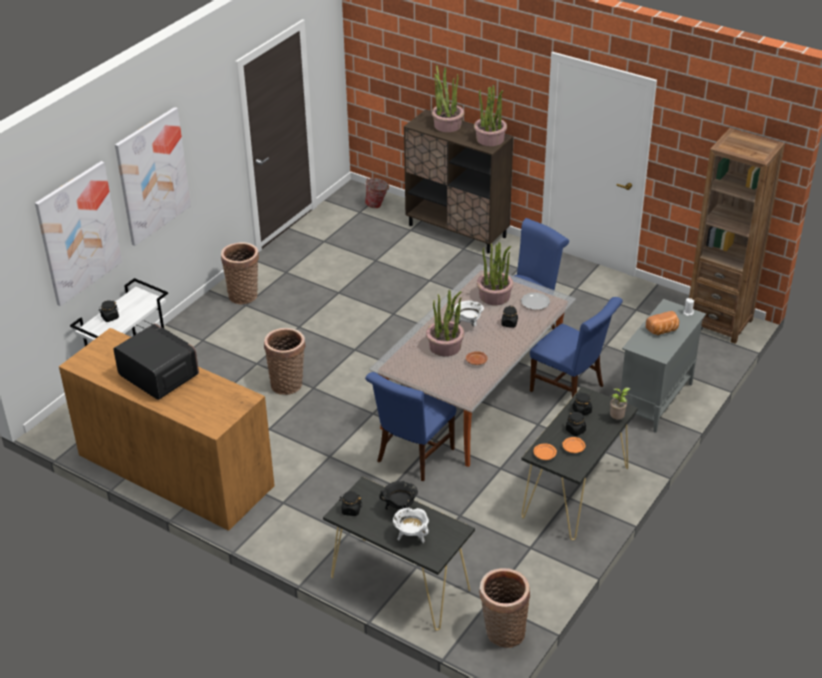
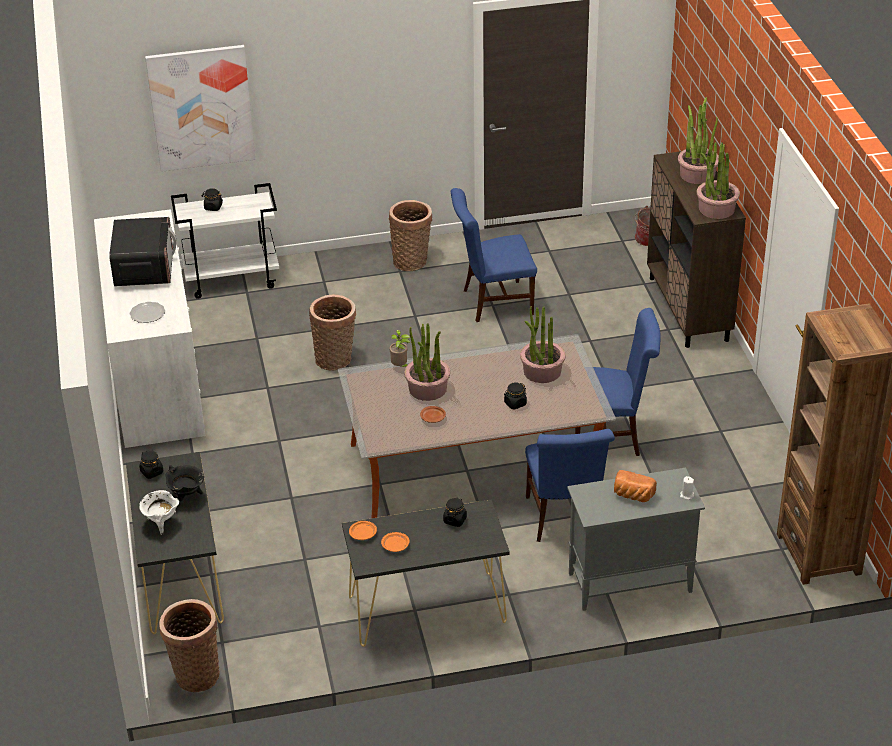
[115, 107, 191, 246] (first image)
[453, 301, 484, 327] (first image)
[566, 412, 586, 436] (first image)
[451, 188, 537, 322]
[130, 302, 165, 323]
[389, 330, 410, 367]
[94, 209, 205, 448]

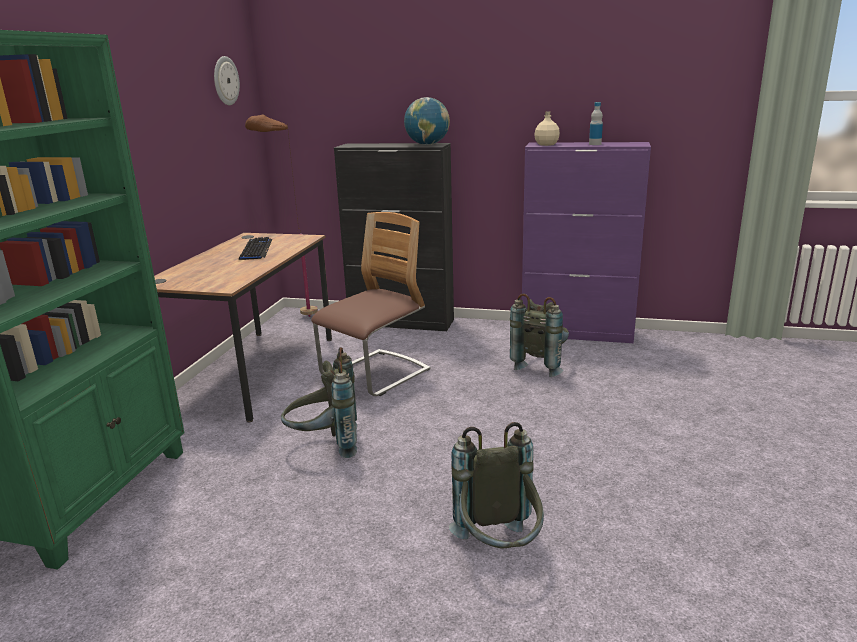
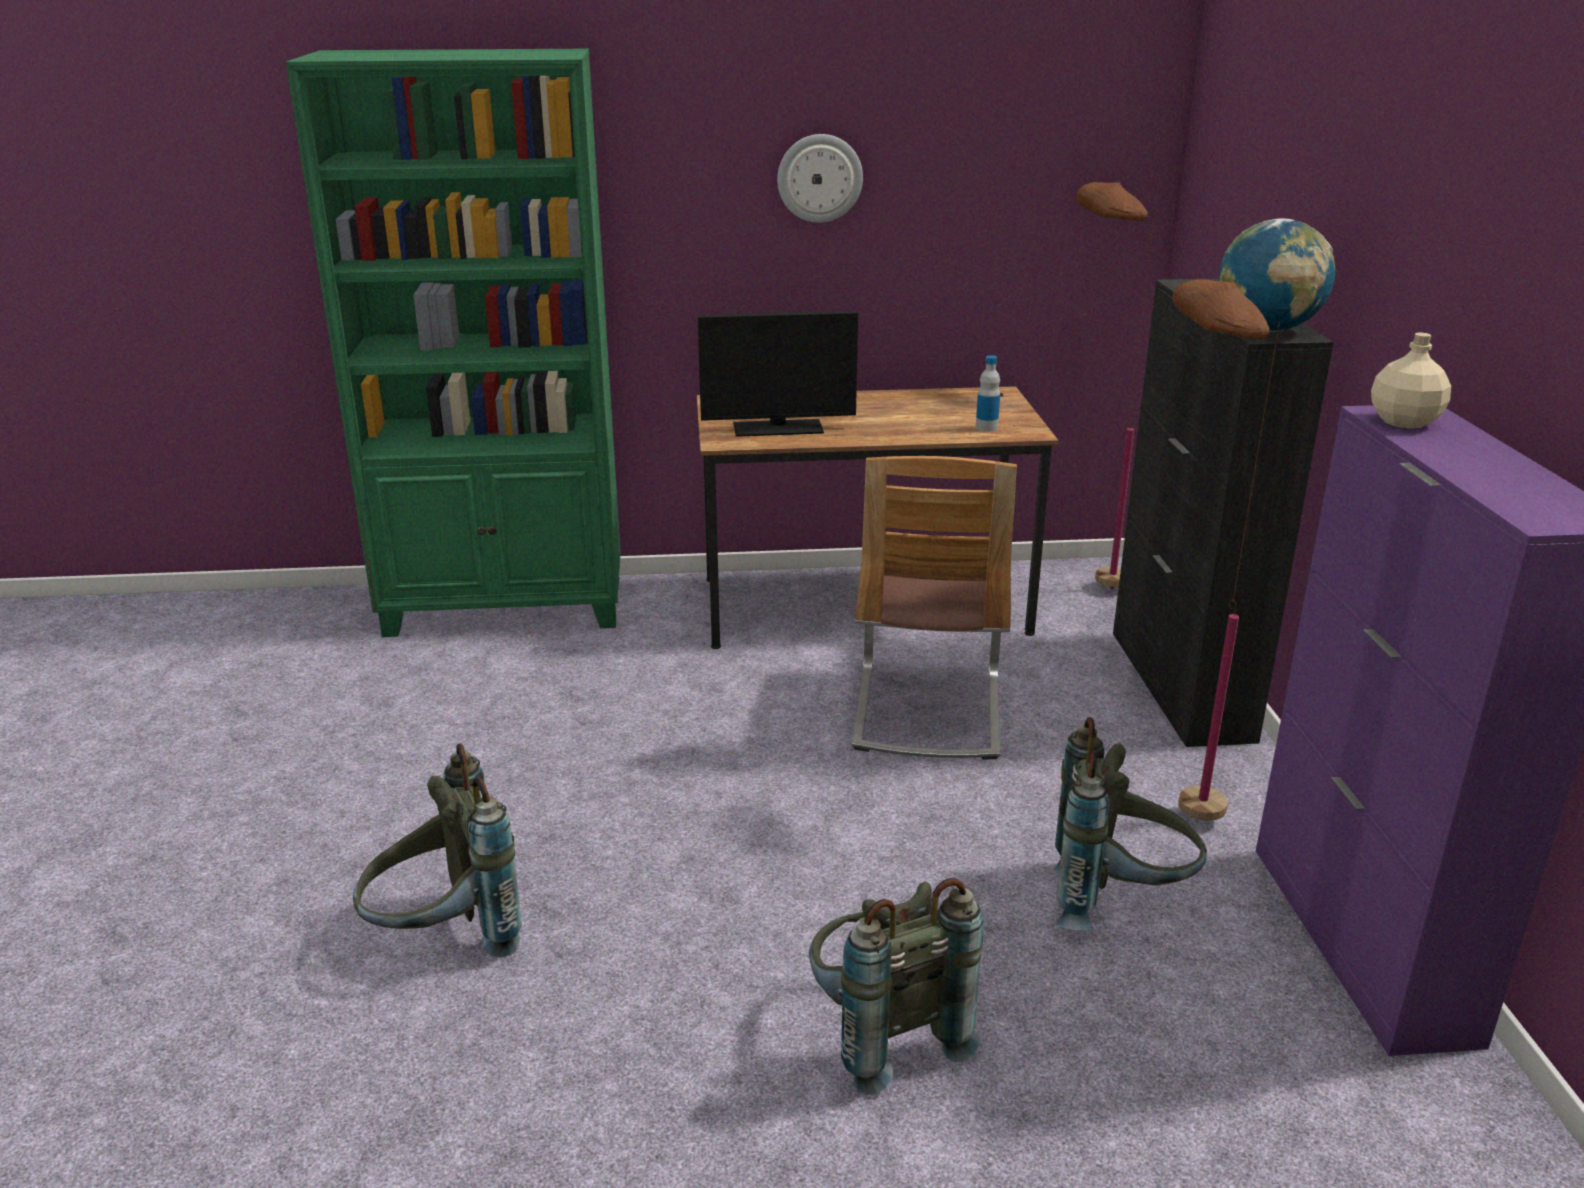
[239, 237, 272, 260] (first image)
[698, 312, 858, 437]
[1173, 280, 1280, 820]
[777, 134, 863, 223]
[809, 878, 983, 1095]
[976, 355, 1000, 432]
[852, 456, 1017, 760]

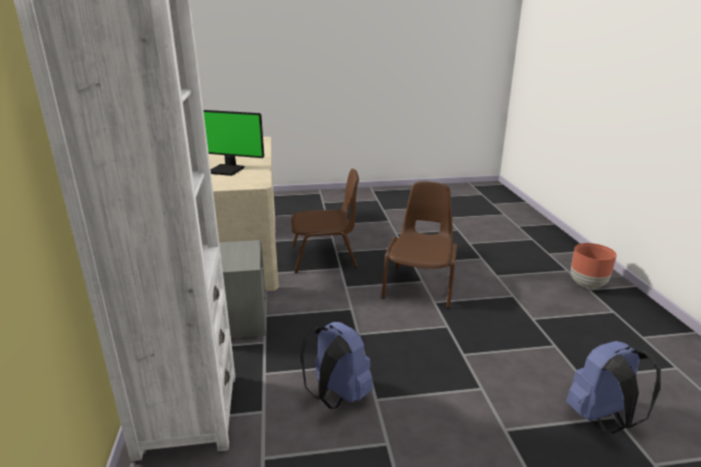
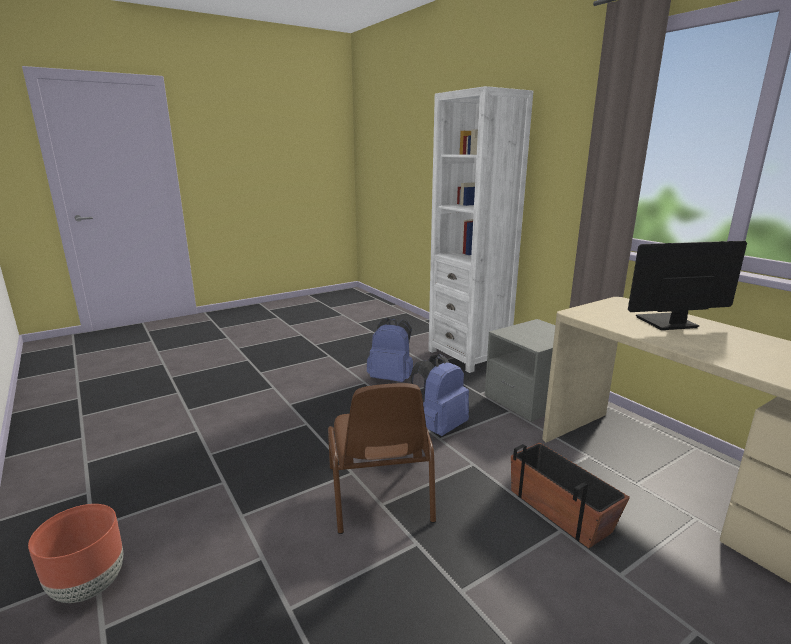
[410, 354, 469, 436]
[511, 443, 630, 548]

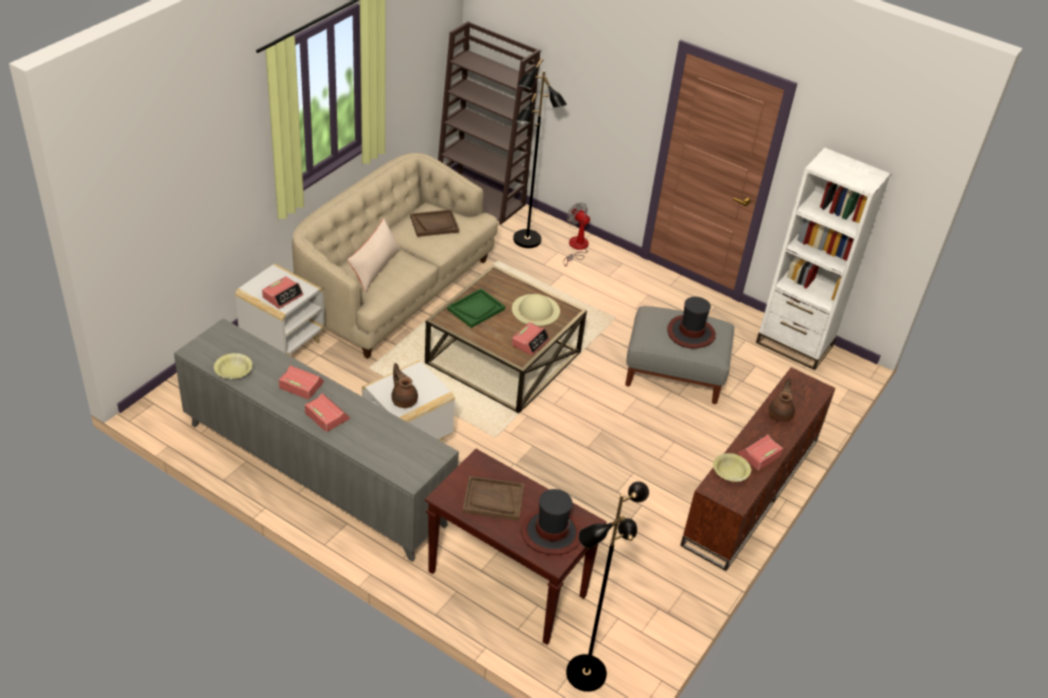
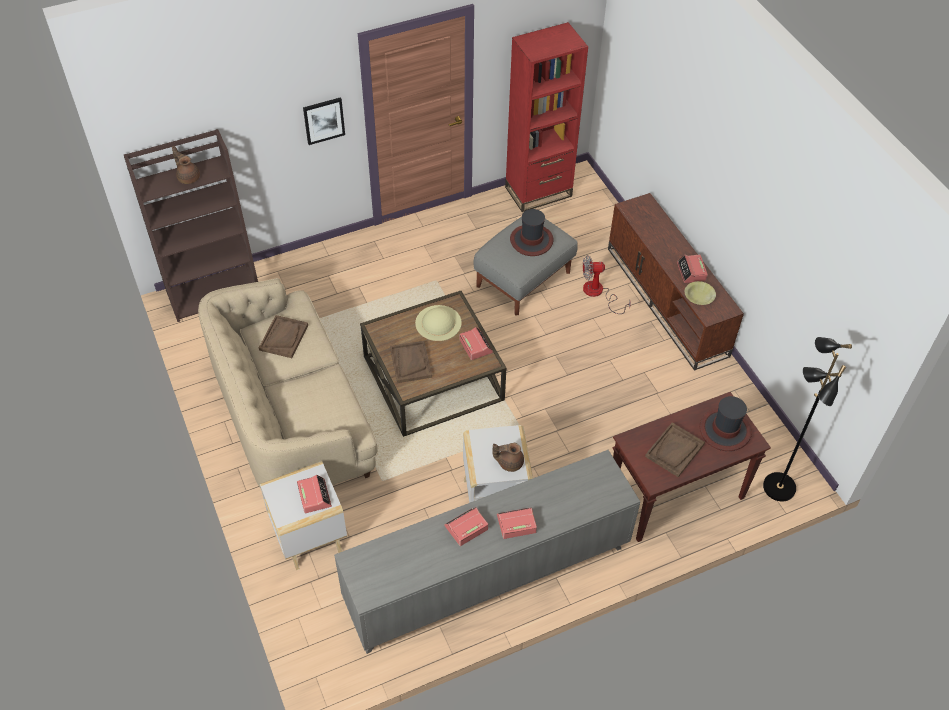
[214, 353, 253, 379] (first image)
[347, 218, 400, 292] (first image)
[513, 58, 567, 248] (first image)
[303, 97, 345, 145]
[583, 255, 631, 314]
[172, 146, 200, 184]
[390, 341, 432, 383]
[505, 22, 588, 212]

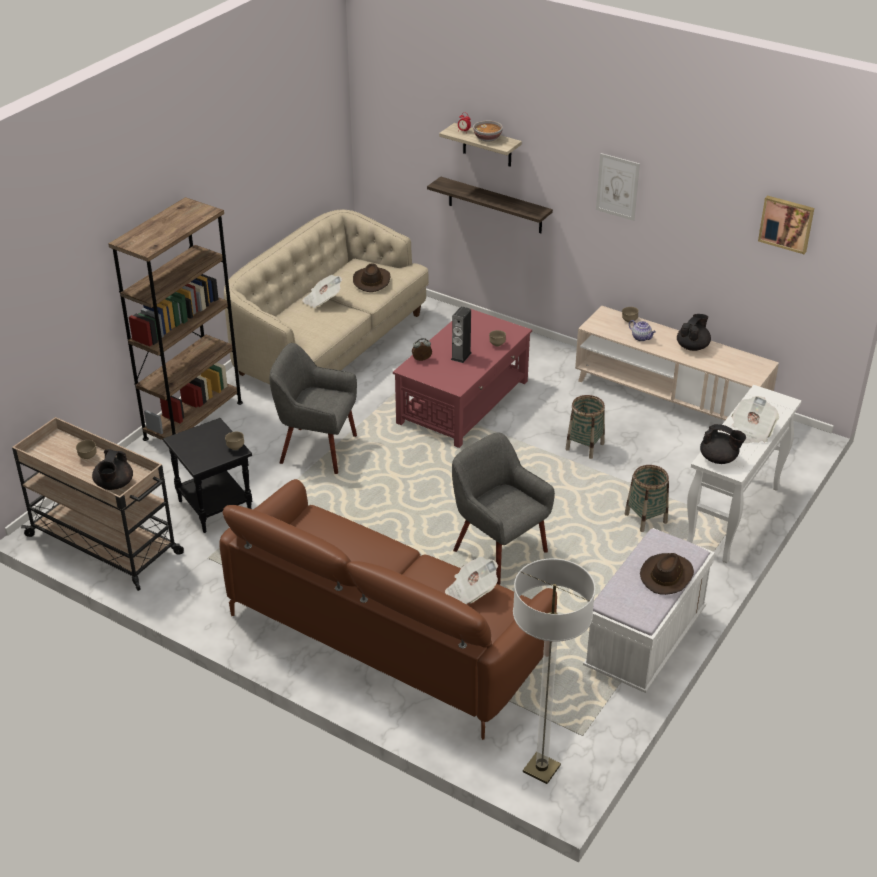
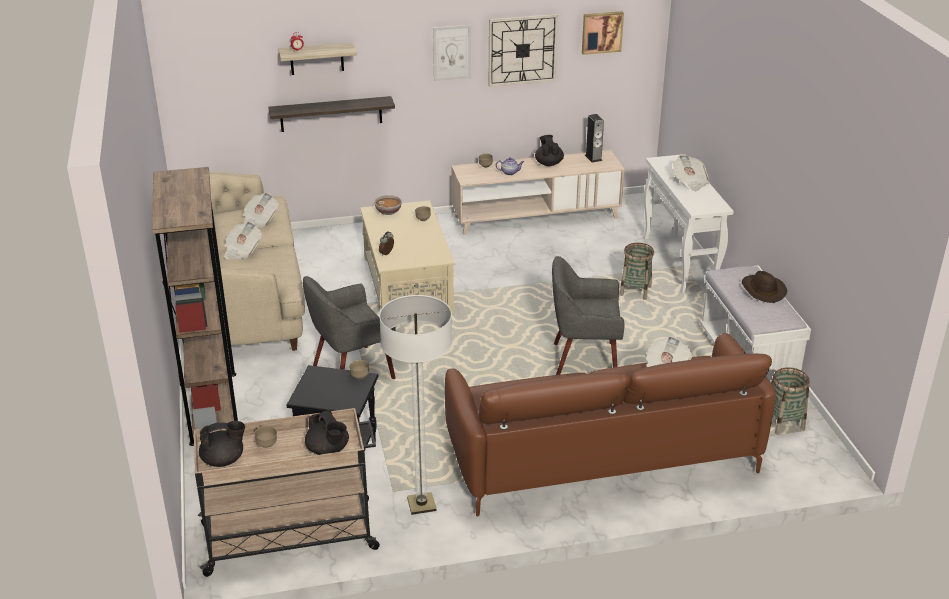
[489, 14, 558, 87]
[585, 114, 604, 162]
[374, 195, 402, 215]
[379, 295, 452, 515]
[771, 367, 810, 435]
[199, 421, 245, 467]
[242, 193, 279, 228]
[360, 200, 455, 315]

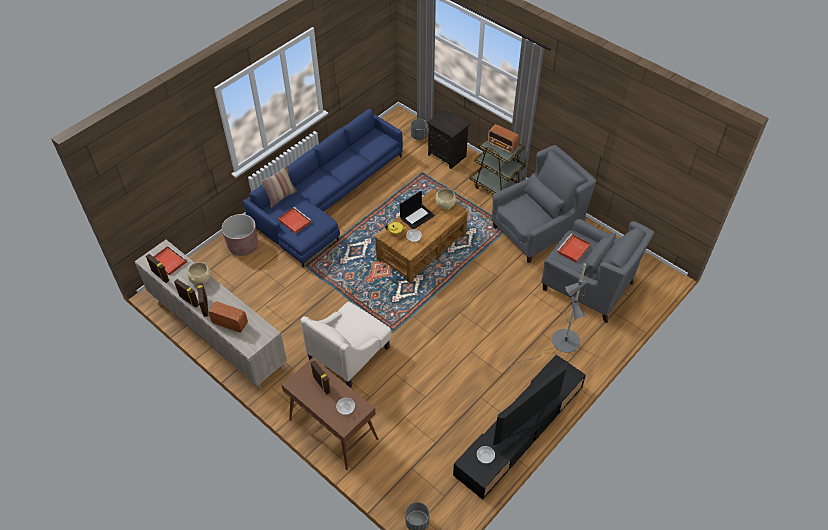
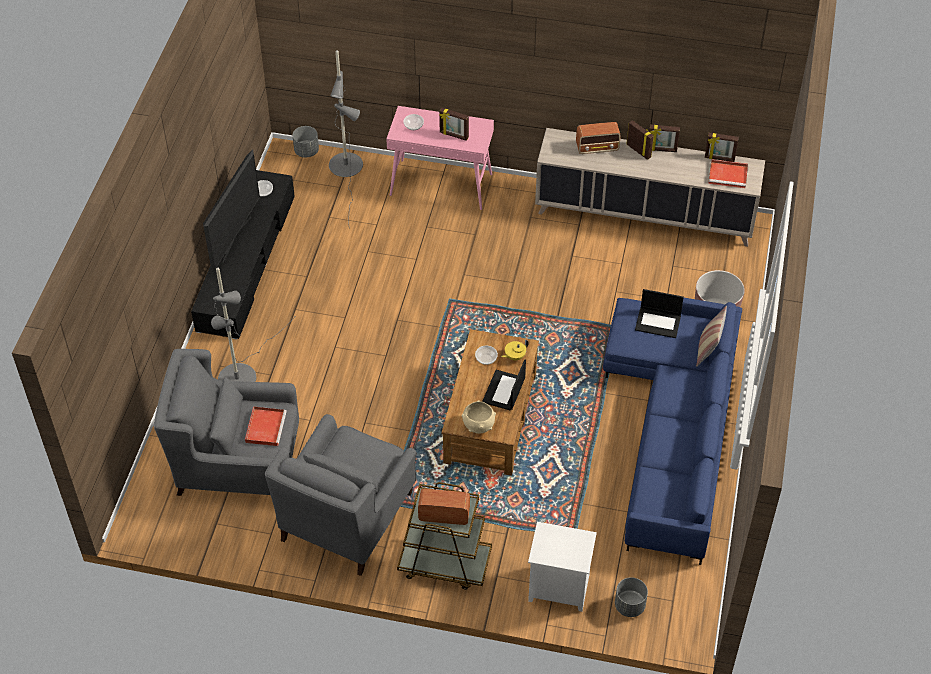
[187, 263, 211, 285] (first image)
[300, 302, 391, 388] (first image)
[329, 50, 363, 228]
[635, 289, 684, 338]
[386, 106, 494, 210]
[528, 522, 597, 612]

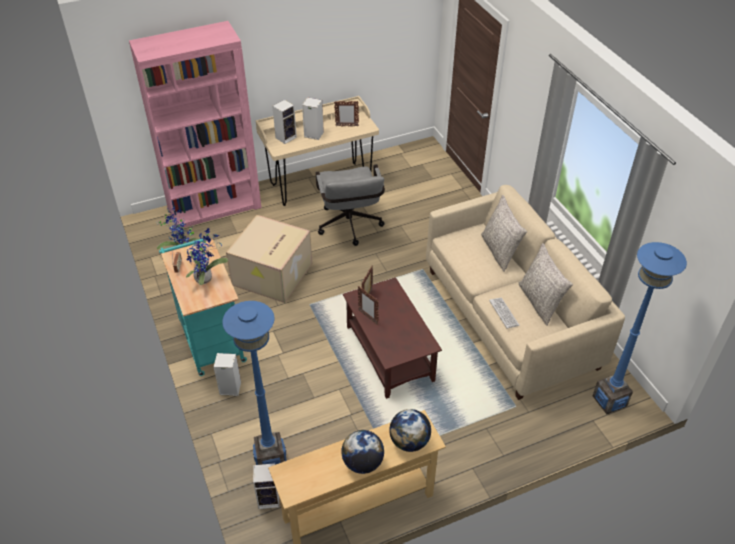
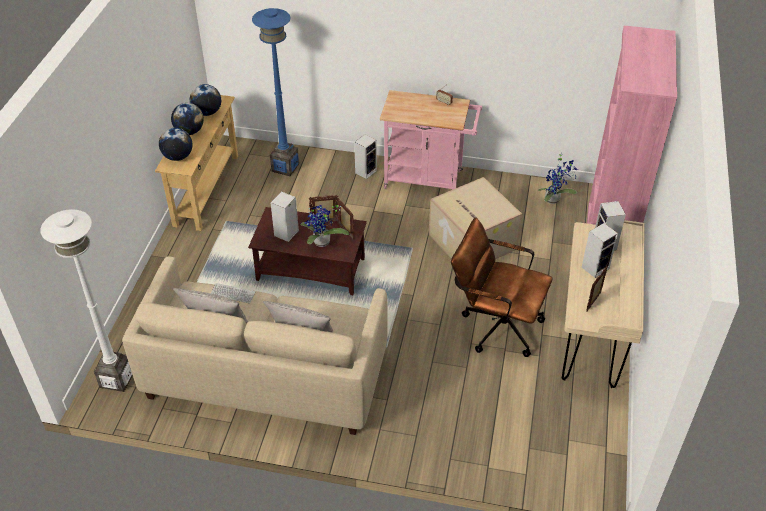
[190, 84, 221, 116]
[300, 205, 349, 247]
[270, 192, 299, 242]
[380, 90, 482, 190]
[451, 218, 553, 357]
[40, 209, 132, 392]

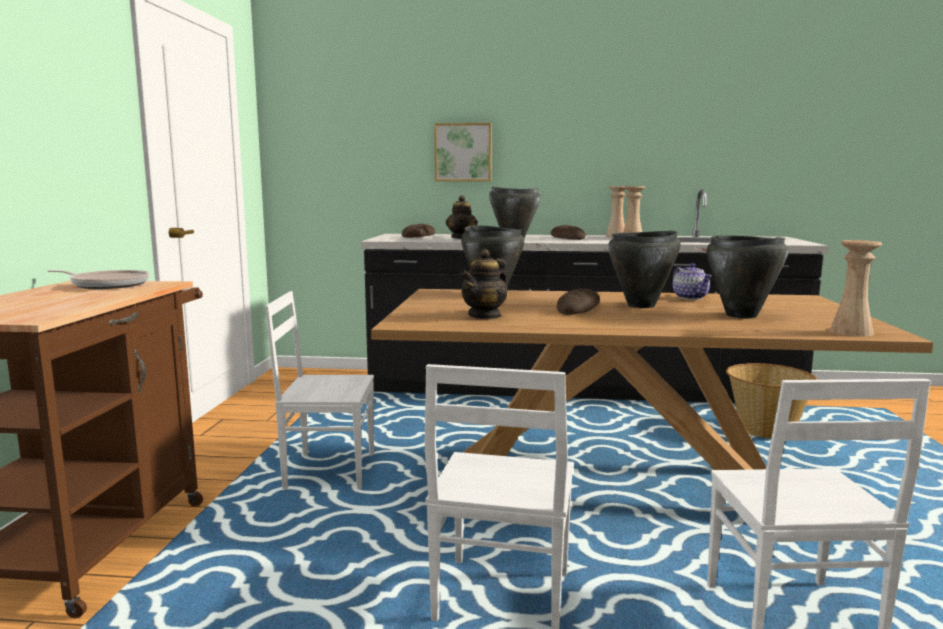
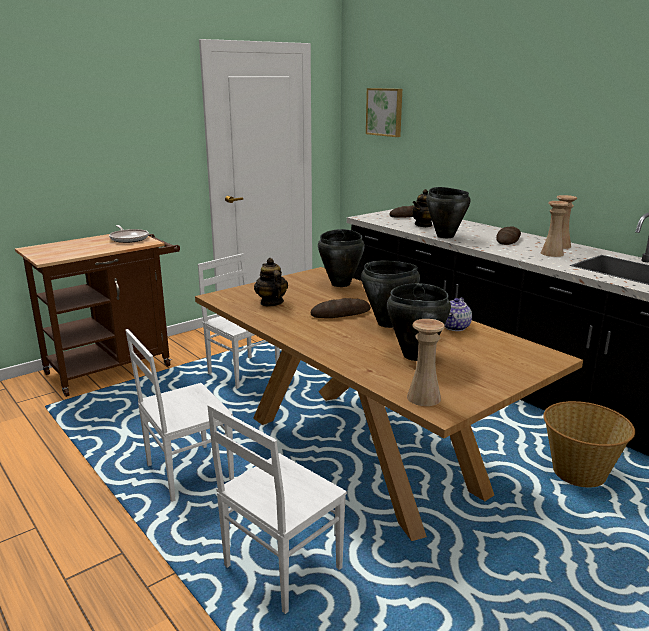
[366, 88, 402, 137]
[254, 258, 288, 307]

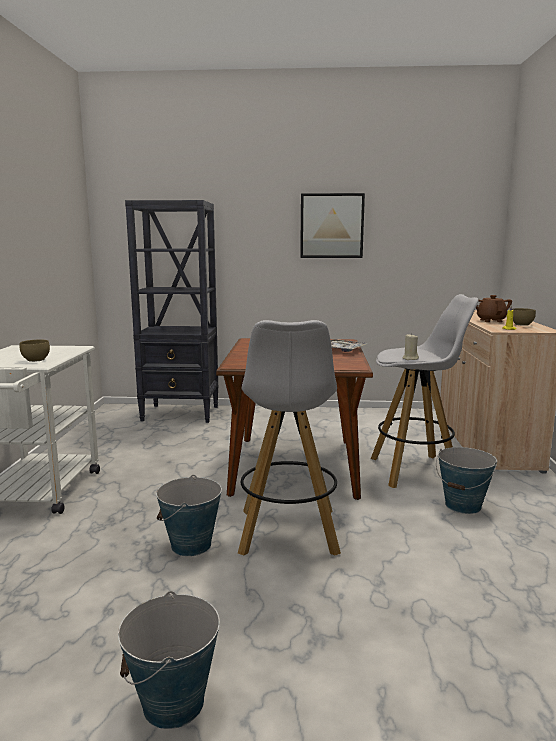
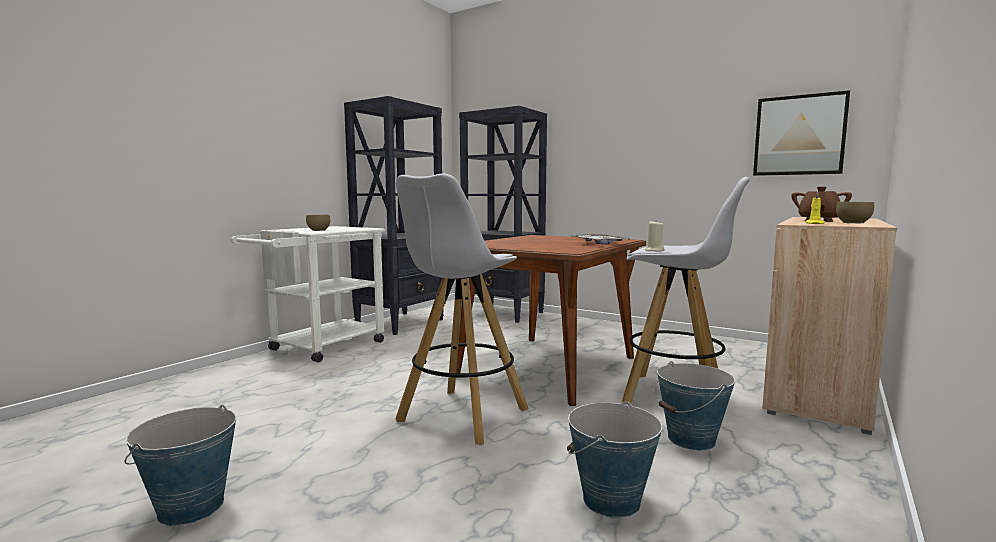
[344, 96, 444, 335]
[567, 401, 662, 518]
[753, 90, 850, 176]

